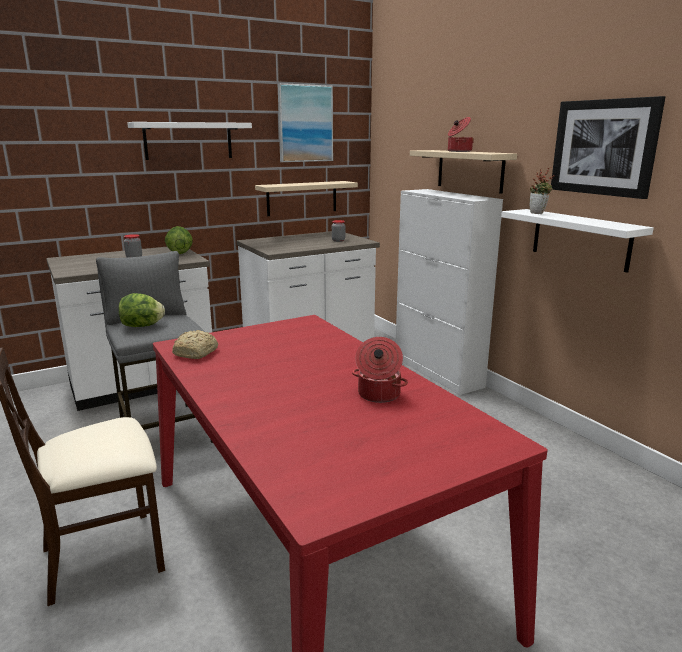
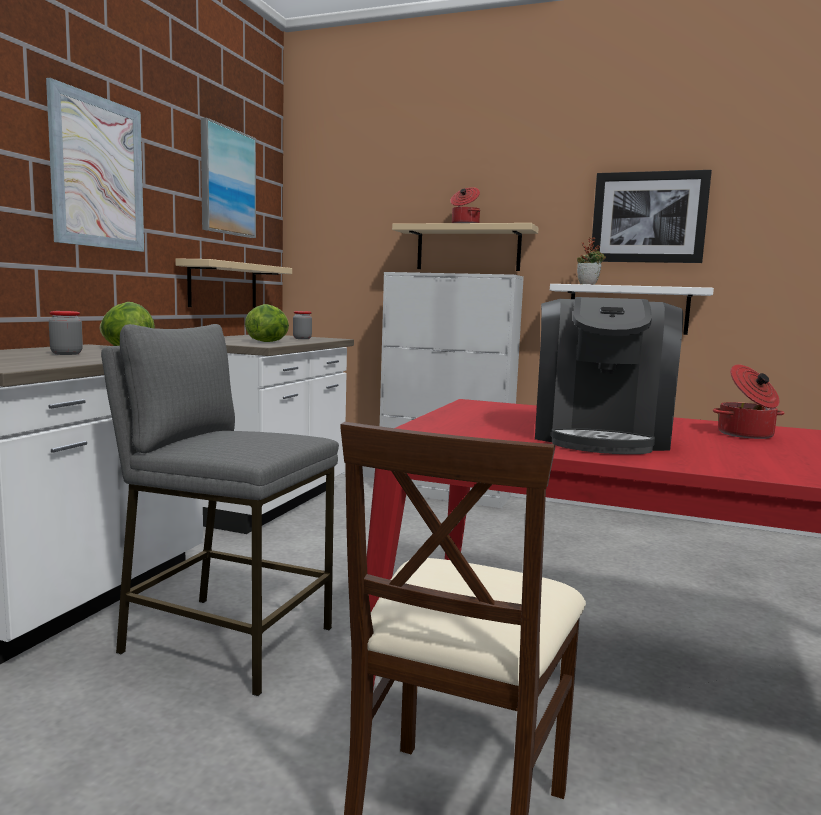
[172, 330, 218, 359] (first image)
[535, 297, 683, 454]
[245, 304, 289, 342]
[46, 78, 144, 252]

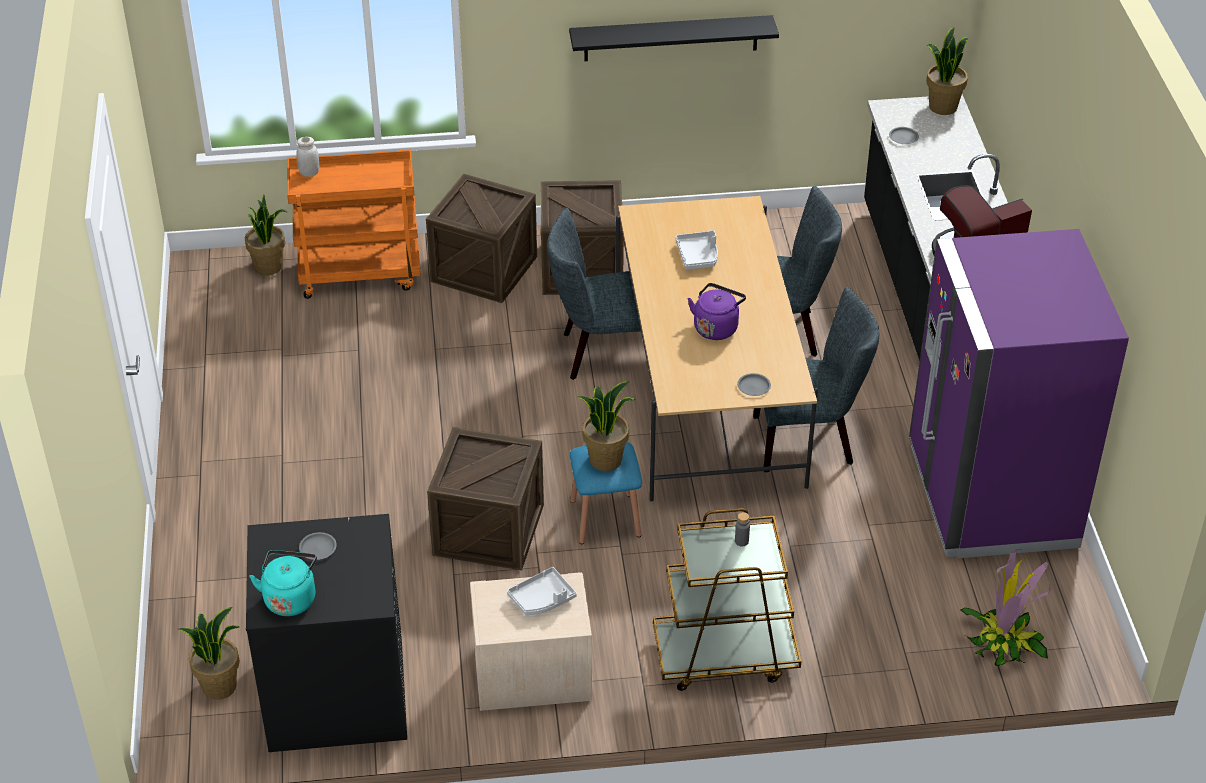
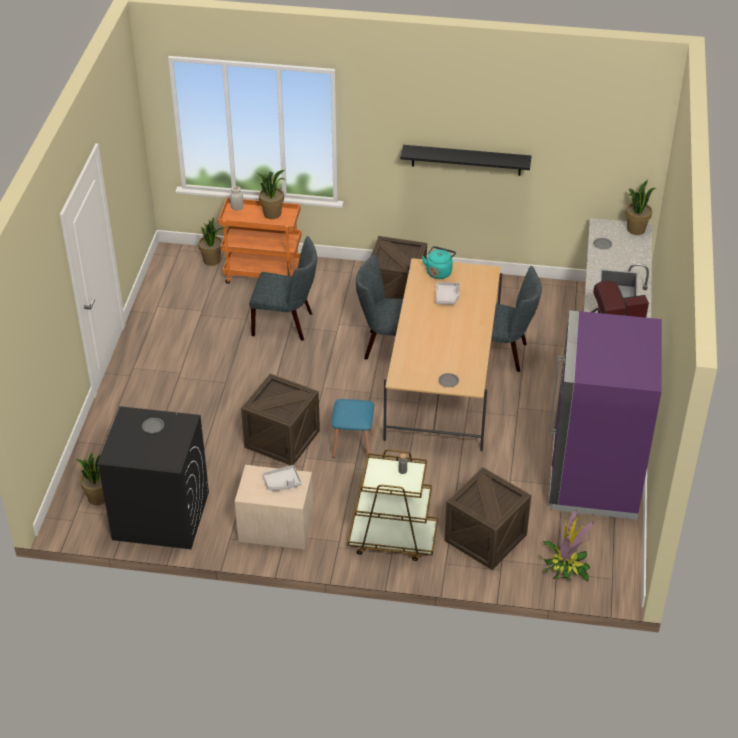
[688, 283, 746, 340] (first image)
[422, 246, 456, 279]
[444, 467, 531, 570]
[256, 170, 286, 219]
[249, 236, 317, 341]

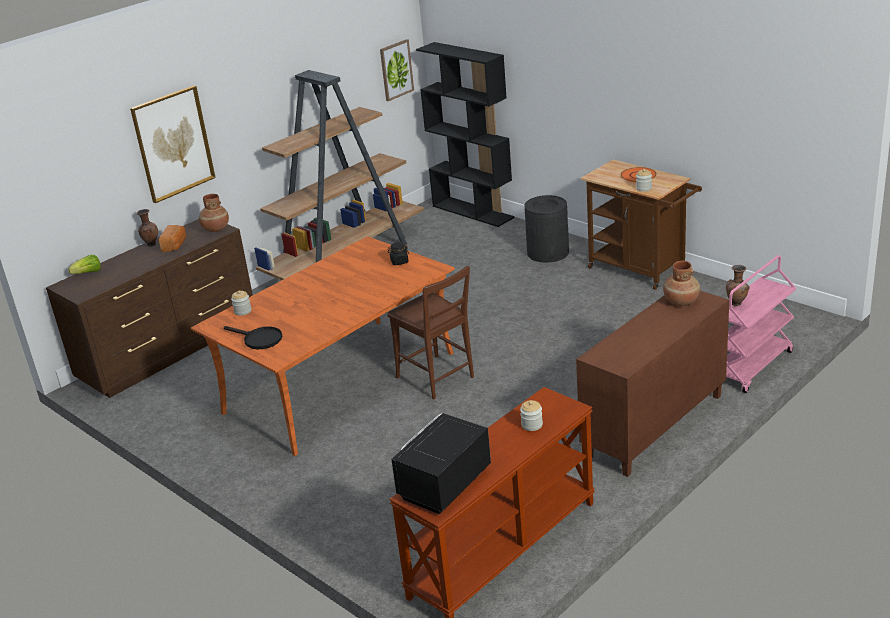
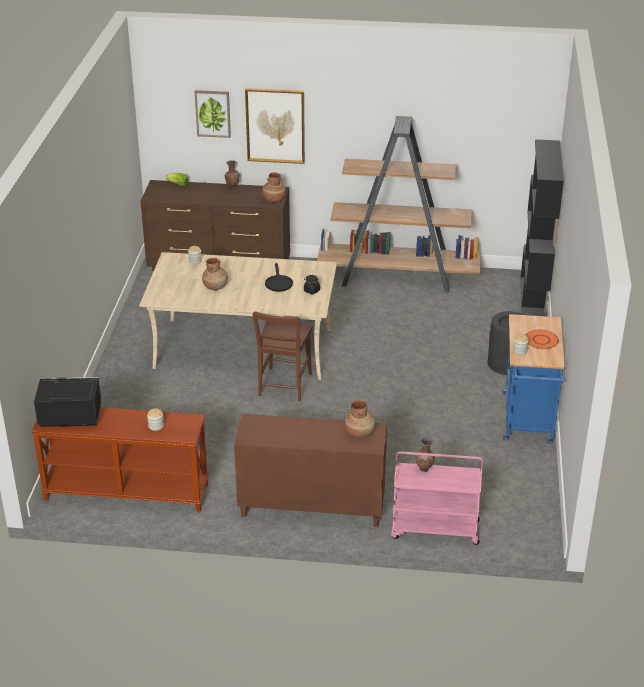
[159, 225, 186, 252] (first image)
[202, 258, 228, 290]
[265, 263, 293, 292]
[195, 90, 231, 138]
[139, 252, 337, 380]
[502, 314, 565, 443]

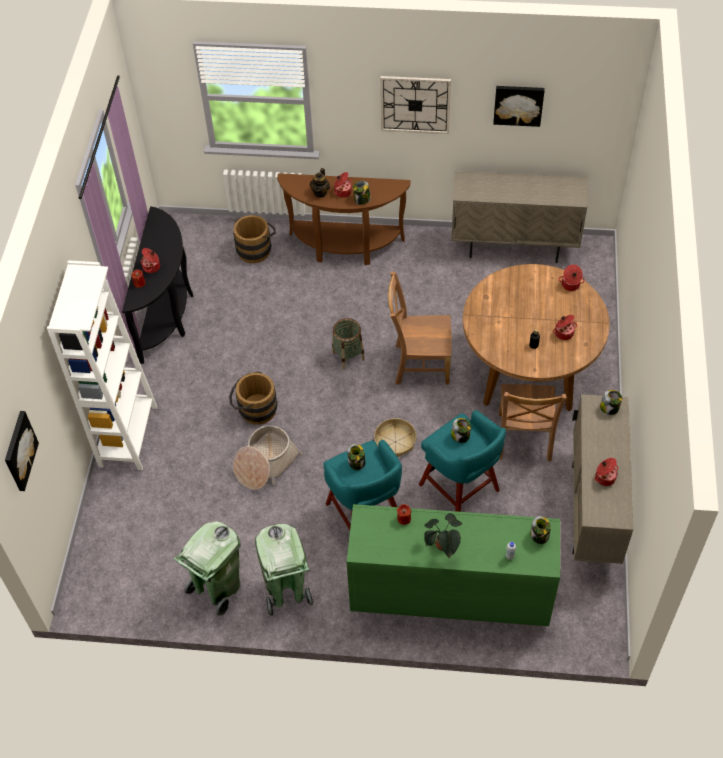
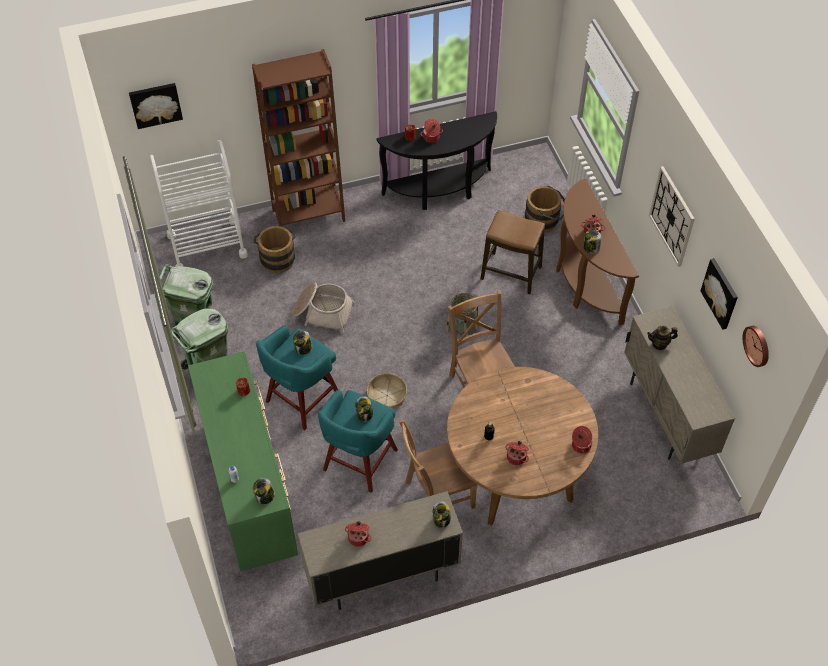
[424, 513, 462, 558] (first image)
[150, 140, 248, 267]
[481, 210, 545, 294]
[743, 326, 769, 367]
[254, 226, 296, 273]
[647, 325, 678, 350]
[252, 49, 345, 227]

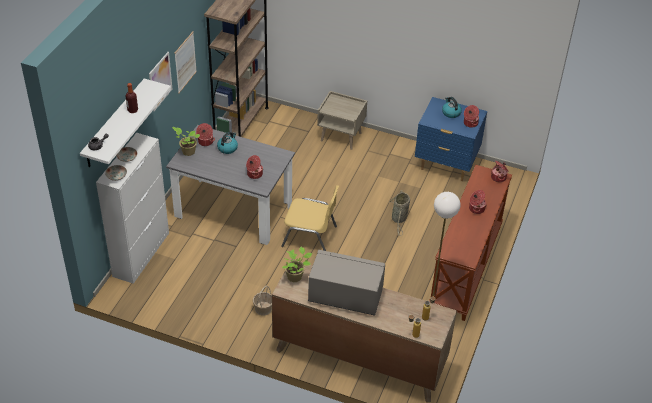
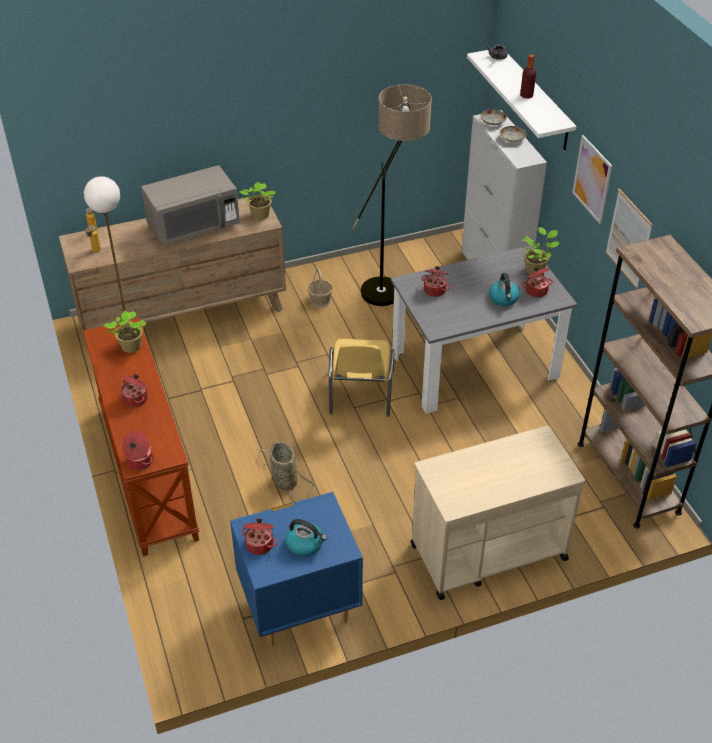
[103, 311, 146, 353]
[352, 84, 432, 306]
[411, 425, 585, 600]
[329, 339, 395, 417]

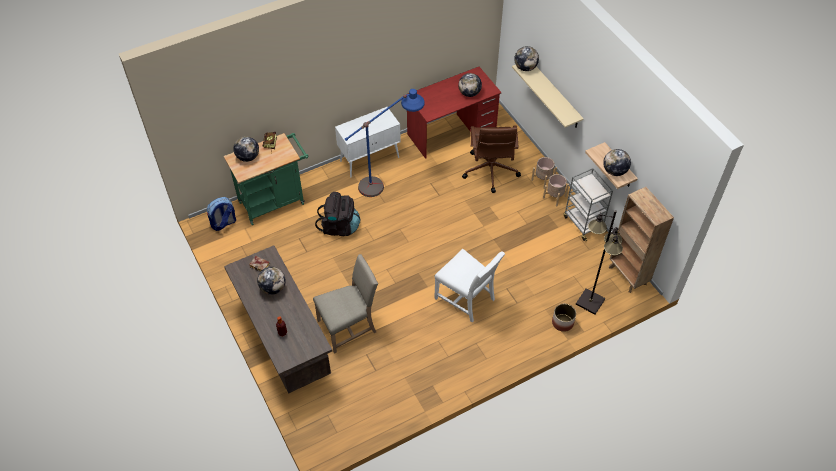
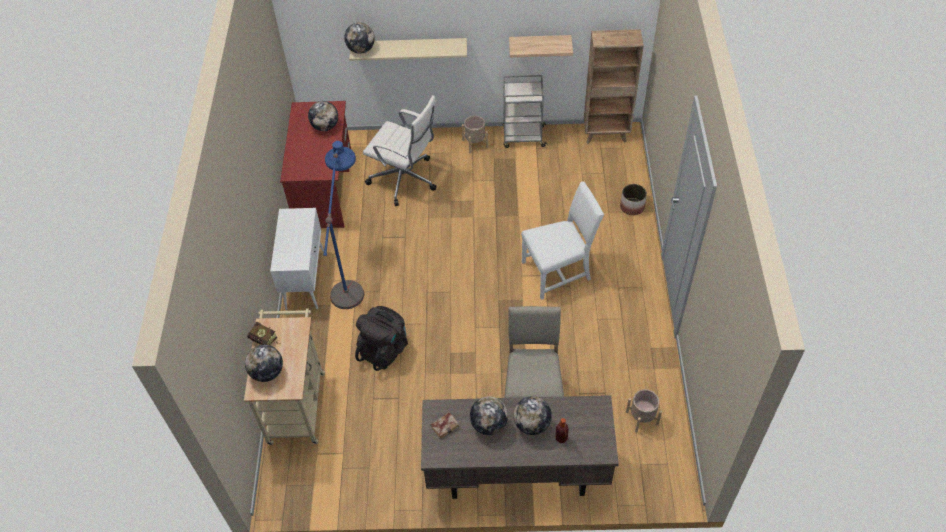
[207, 197, 236, 231] (first image)
[576, 210, 623, 315] (first image)
[626, 389, 662, 433]
[513, 396, 552, 435]
[244, 308, 325, 445]
[363, 95, 436, 206]

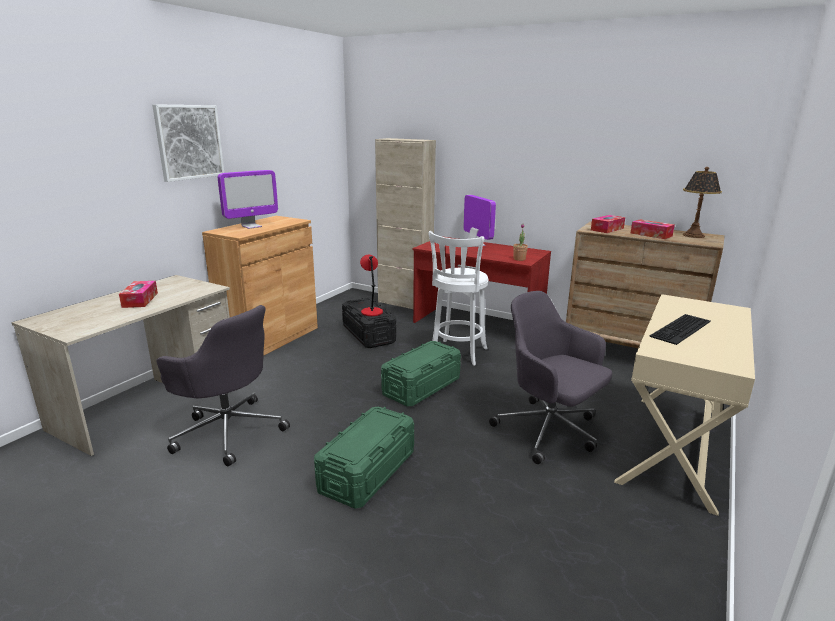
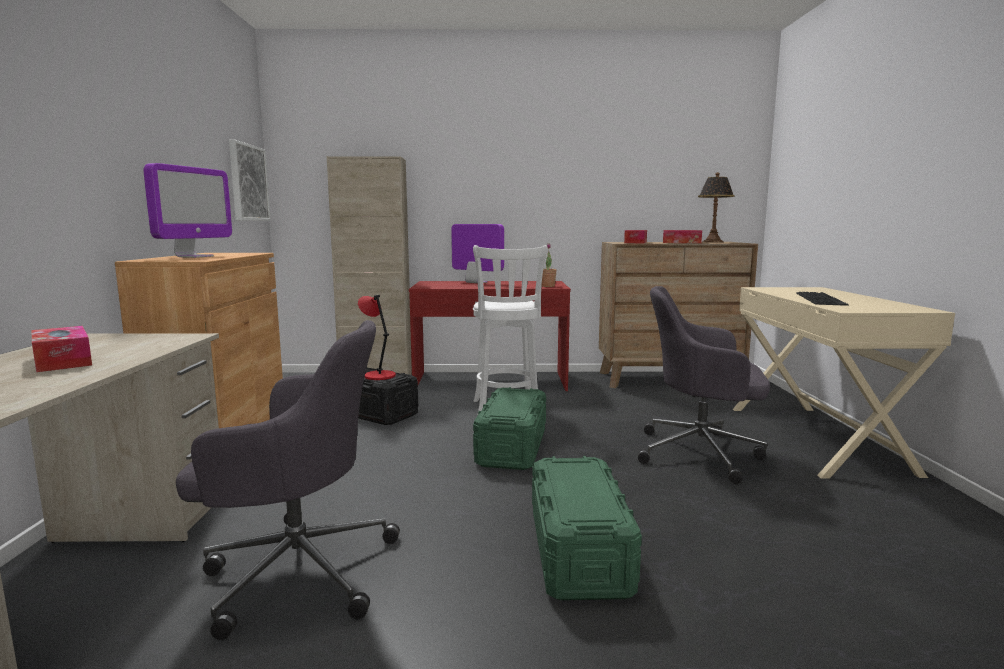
[229, 140, 271, 221]

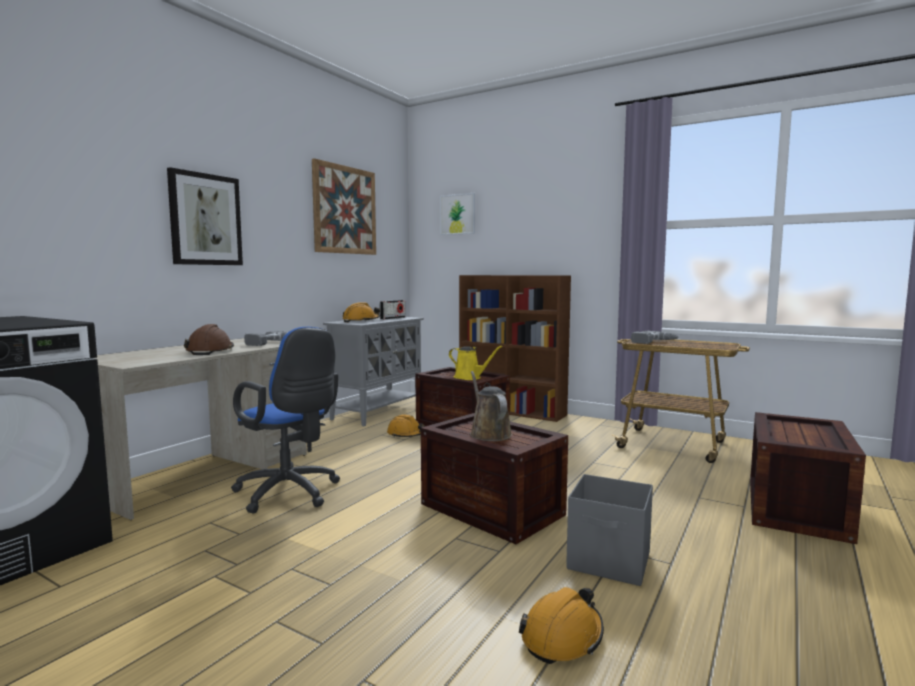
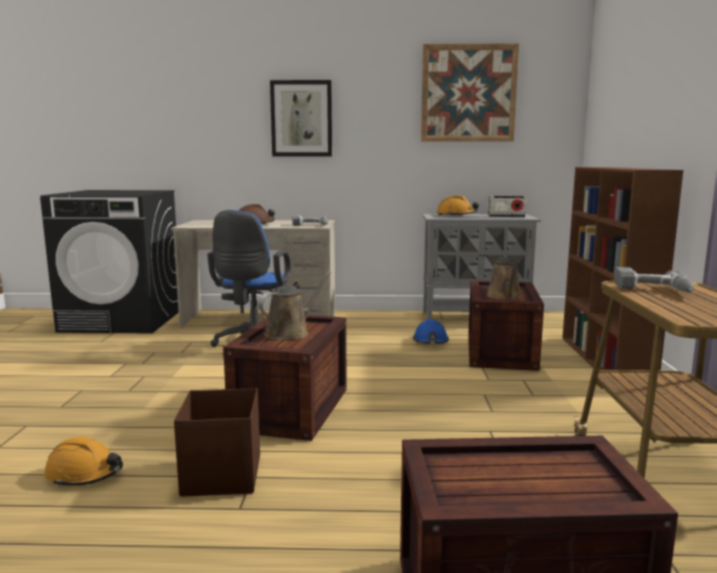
[440, 193, 475, 235] (first image)
[413, 319, 449, 344]
[487, 257, 522, 300]
[174, 388, 260, 497]

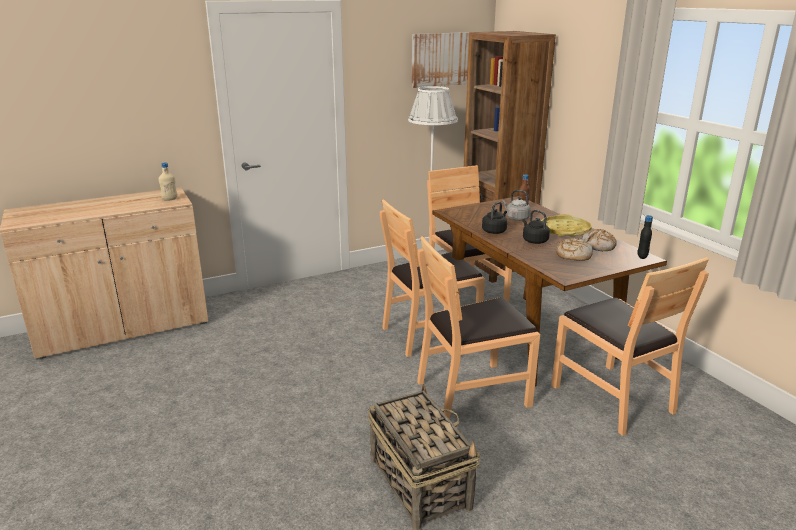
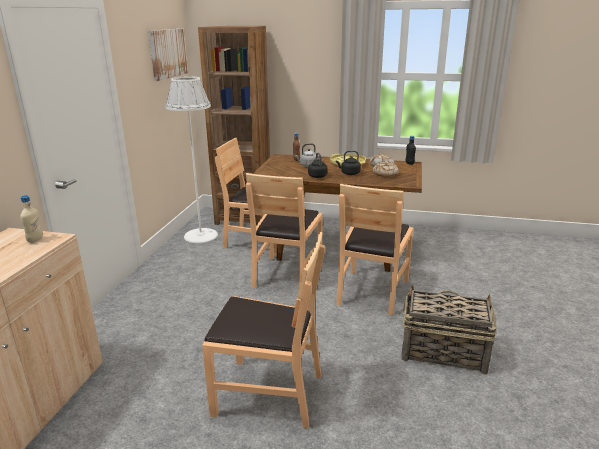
[202, 232, 325, 428]

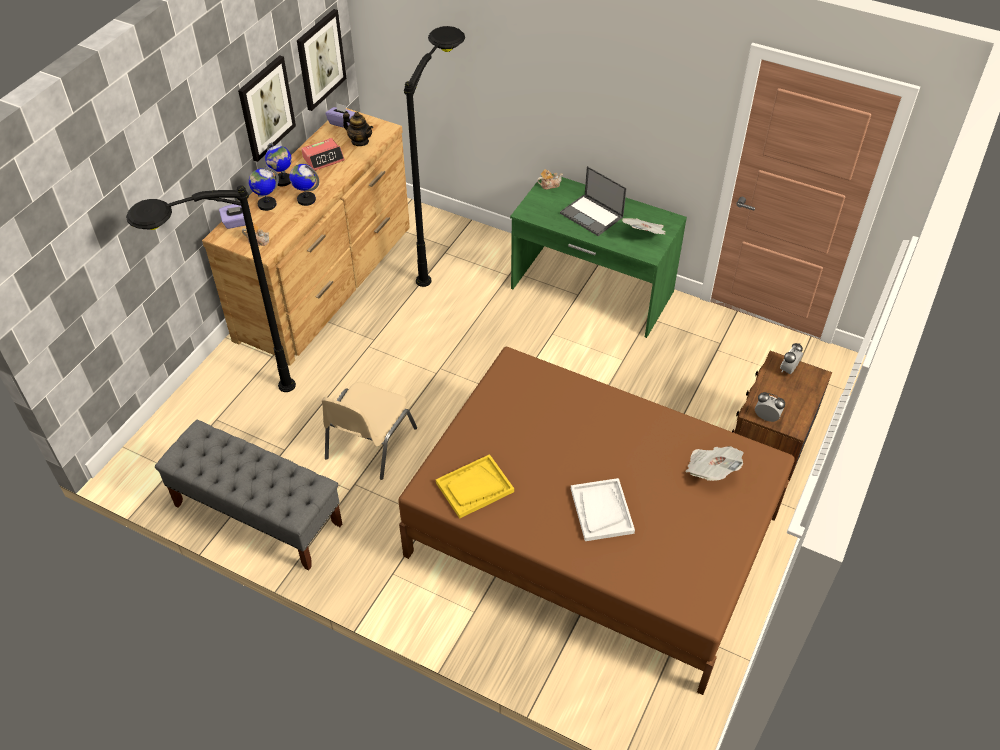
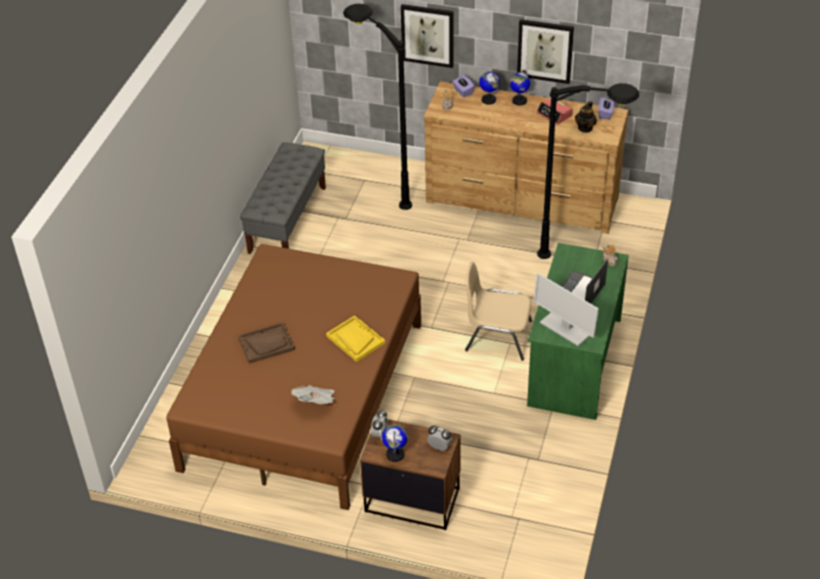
[382, 424, 408, 462]
[401, 4, 454, 68]
[465, 262, 532, 361]
[326, 315, 385, 362]
[533, 273, 599, 346]
[238, 322, 295, 364]

